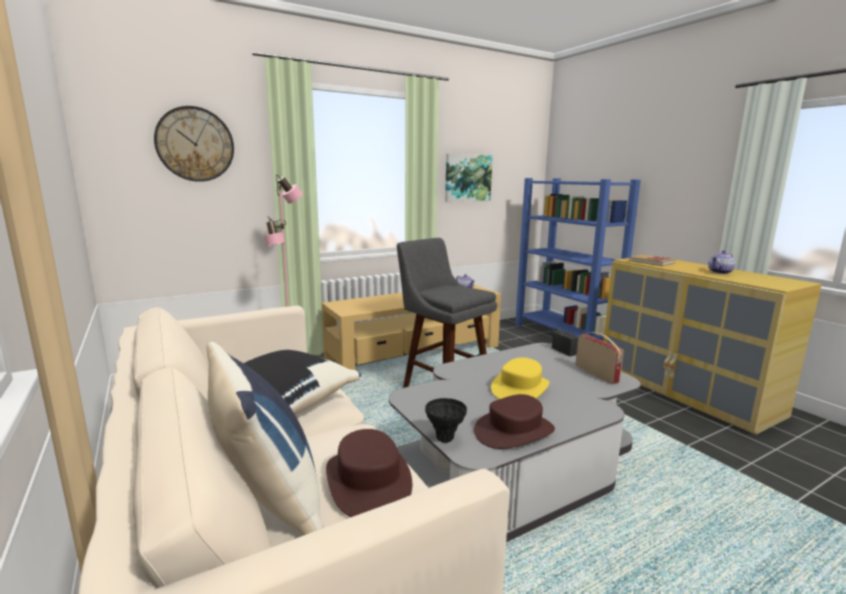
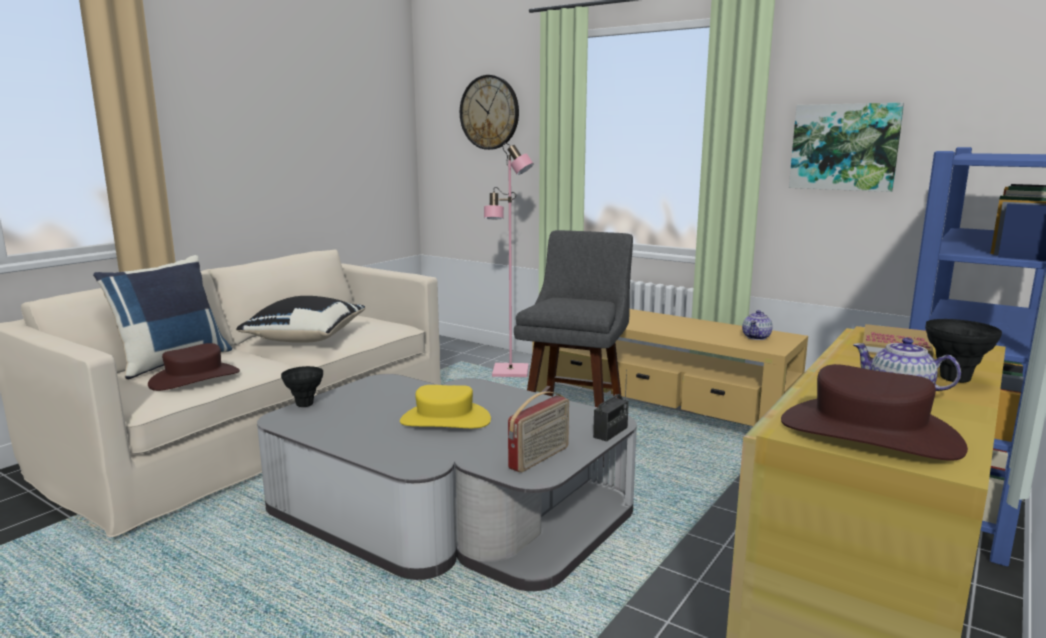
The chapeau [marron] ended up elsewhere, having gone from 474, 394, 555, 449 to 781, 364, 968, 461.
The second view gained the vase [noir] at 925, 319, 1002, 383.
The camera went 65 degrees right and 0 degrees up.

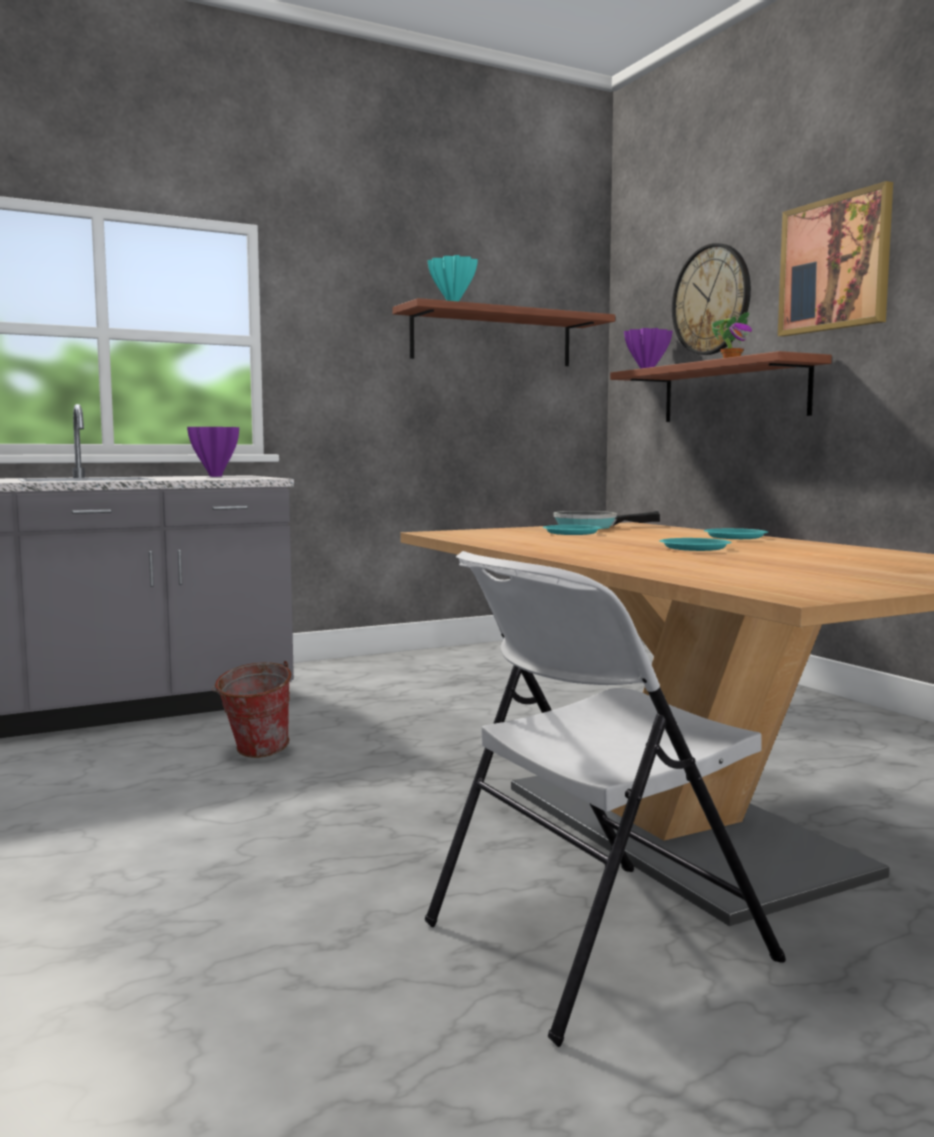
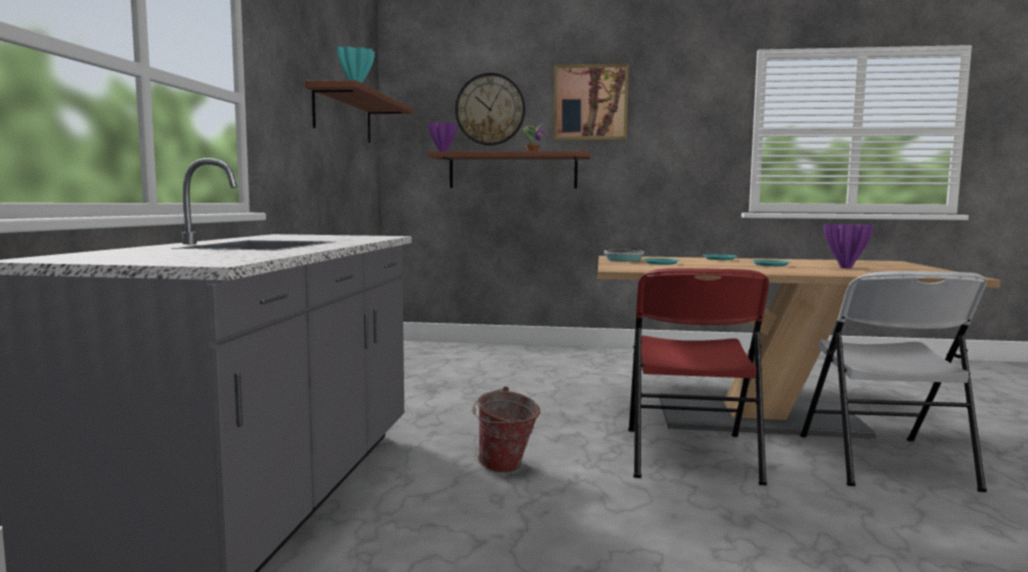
The second view gained the chaise [rouge] at 628, 268, 769, 486.
The vase [violet] ended up elsewhere, having gone from 187, 427, 239, 477 to 824, 224, 874, 269.
The camera went 55 degrees left and 0 degrees up.

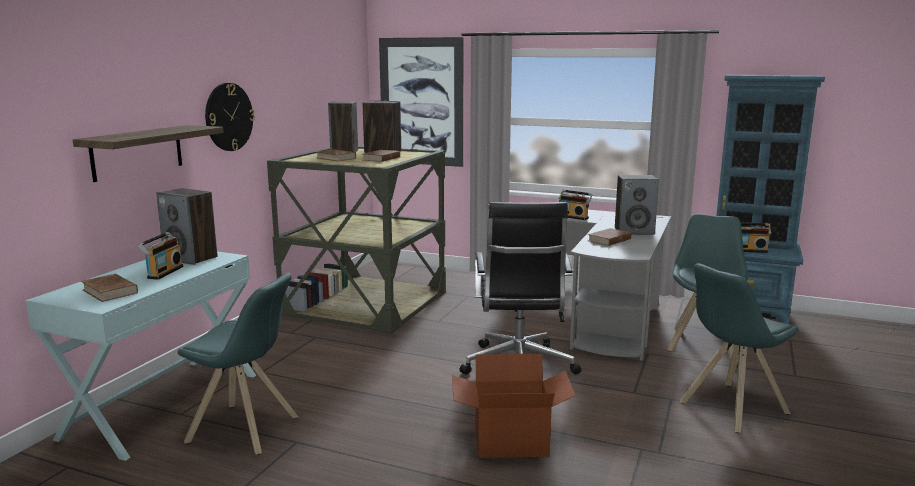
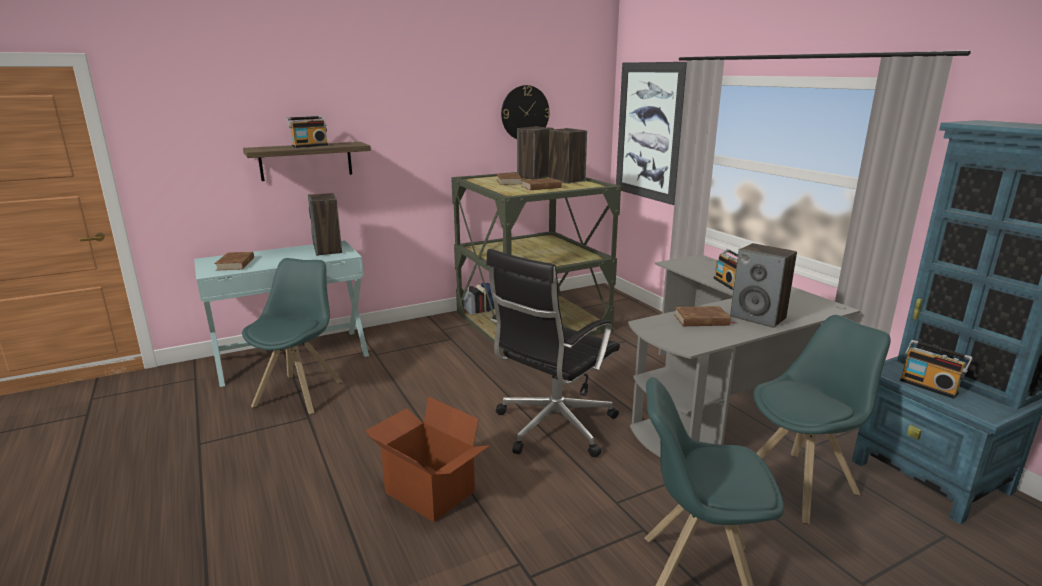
The chaise [turquoise] at 177, 273, 298, 455 ended up facing another way, 135 degrees counterclockwise from before.
The radio ended up elsewhere, having gone from 138, 232, 183, 280 to 286, 116, 328, 148.
The horloge murale ended up elsewhere, having gone from 205, 83, 255, 151 to 501, 85, 550, 139.
The camera went 40 degrees right and 5 degrees up.

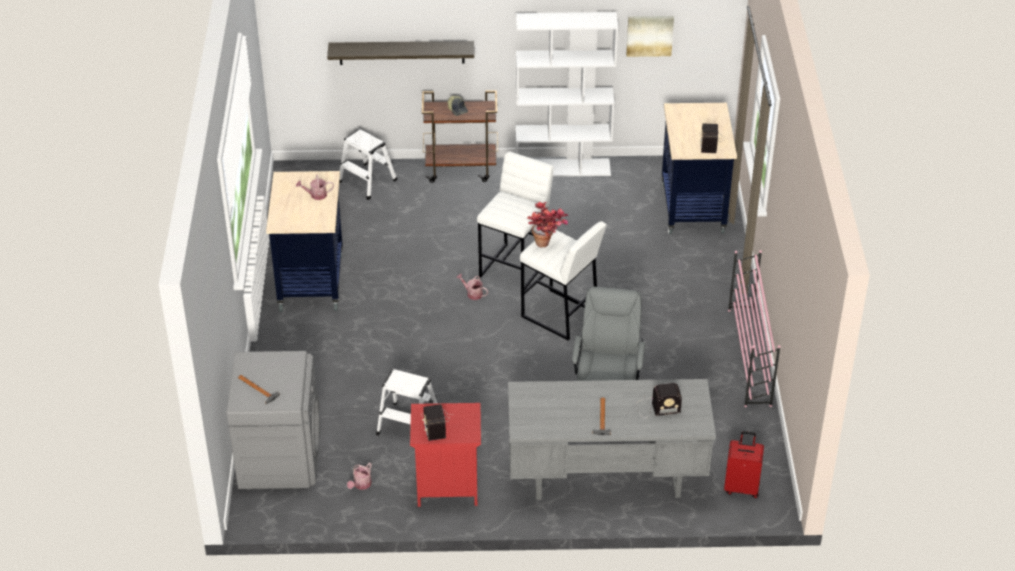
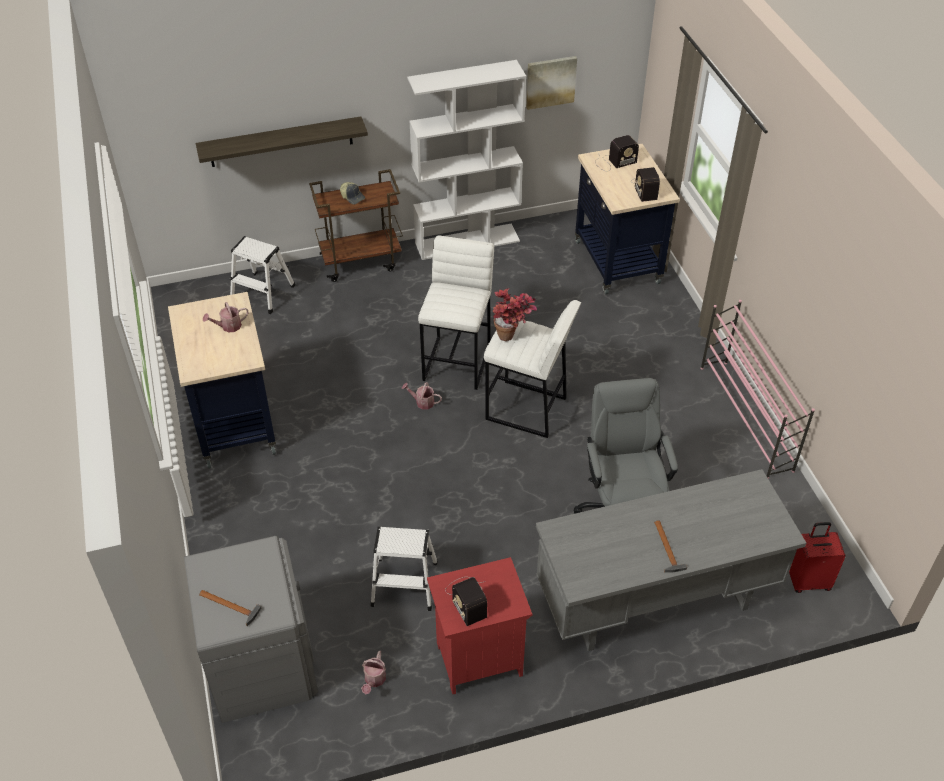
The radio ended up elsewhere, having gone from 636, 383, 682, 418 to 595, 135, 639, 171.
The camera went 15 degrees left and 5 degrees up.

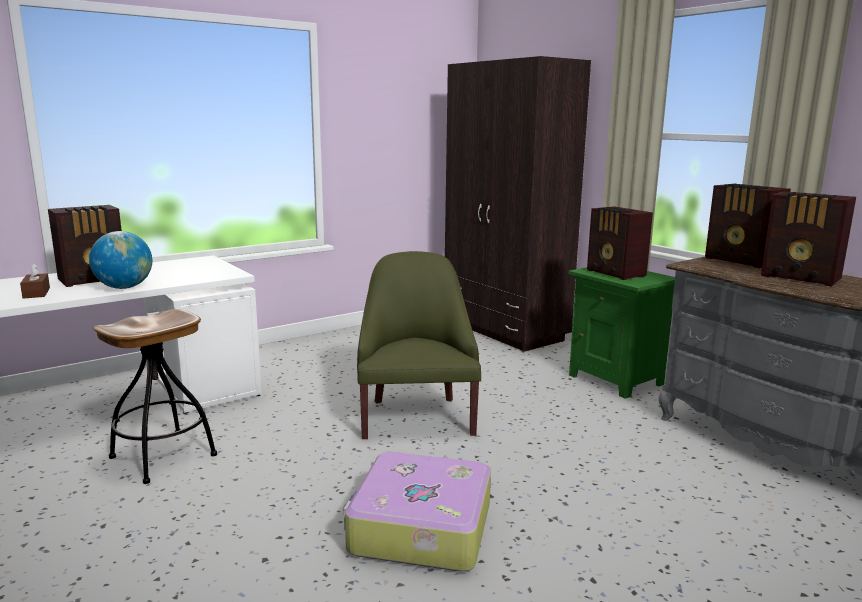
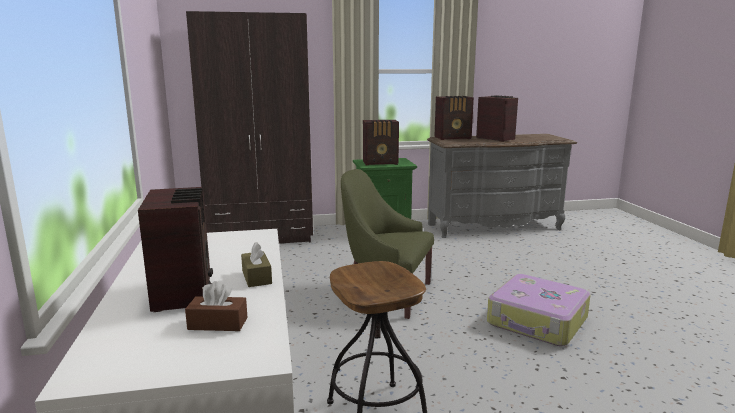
Where the globe stood at 89, 231, 152, 289, the boîte à mouchoirs [marron] came to stand at 241, 242, 272, 287.
The radio at 761, 192, 856, 286 ended up facing another way, 105 degrees counterclockwise from before.
The camera went 65 degrees left and 0 degrees up.

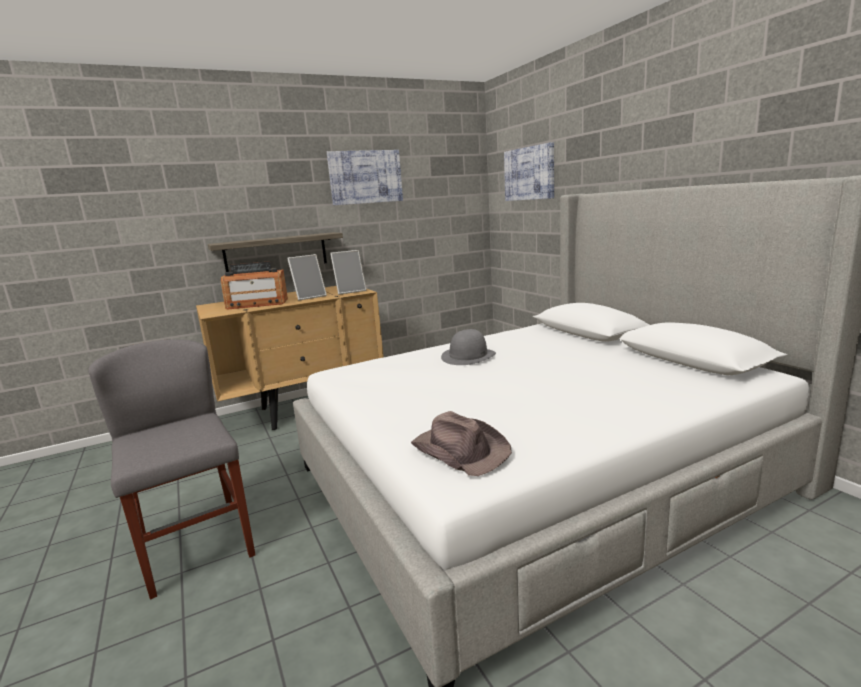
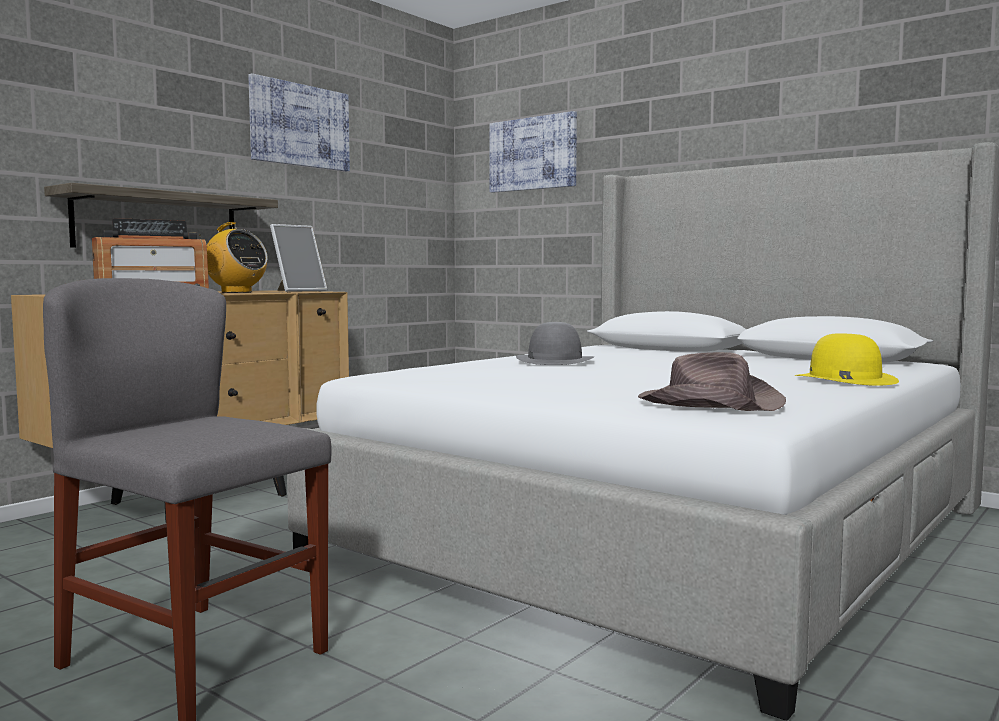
Where the cadre photo stood at 287, 254, 327, 301, the radio came to stand at 199, 222, 267, 293.
The second view gained the chapeau [jaune] at 794, 333, 899, 386.
The camera went 25 degrees left and 10 degrees down.

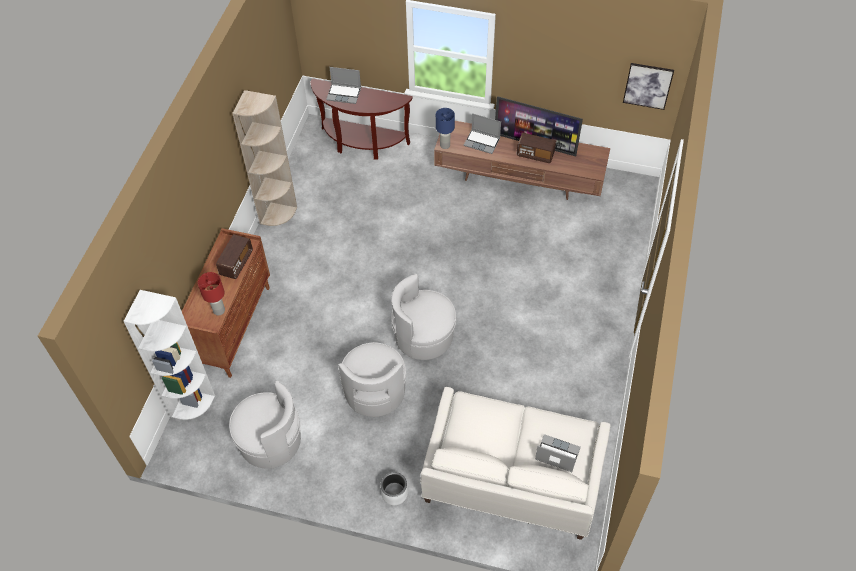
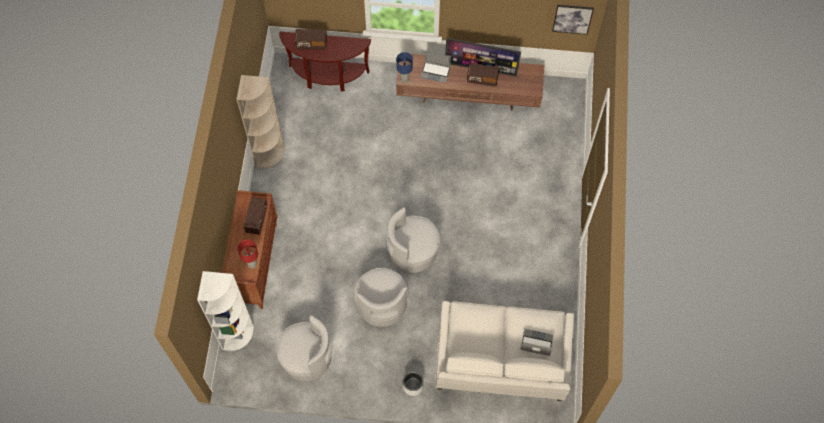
Where the ordinateur portable stood at 326, 67, 361, 104, the radio came to stand at 295, 29, 327, 50.
The camera went 10 degrees left and 10 degrees up.

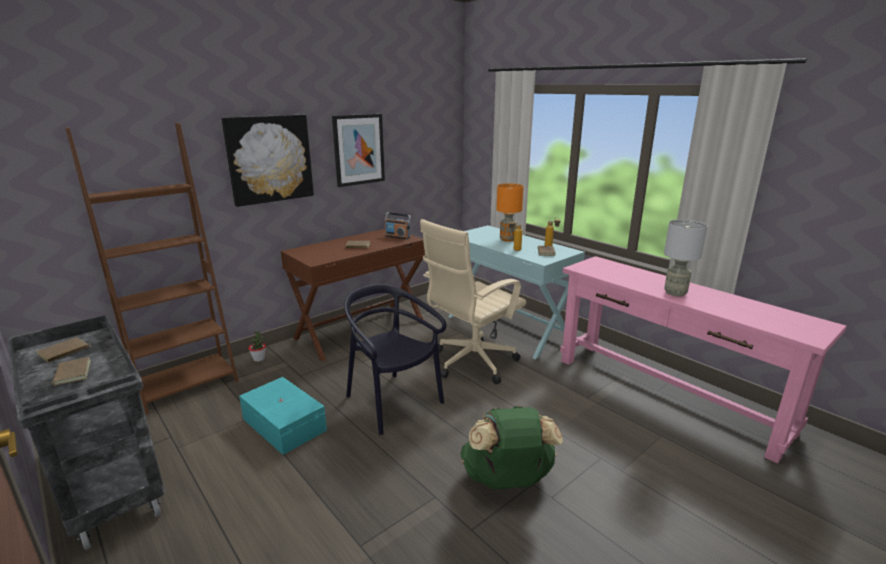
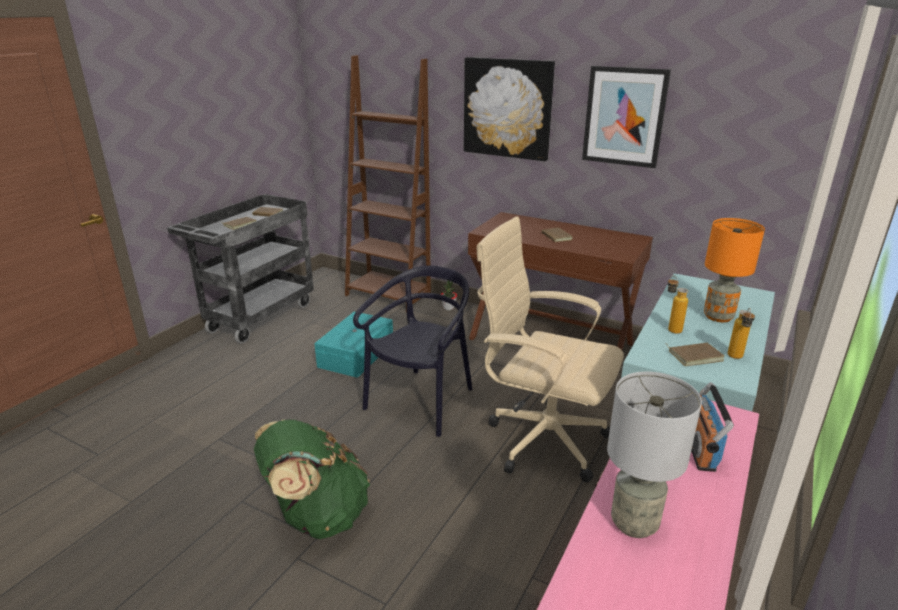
The radio ended up elsewhere, having gone from 385, 212, 411, 239 to 691, 382, 734, 472.
The camera went 70 degrees right and 5 degrees up.

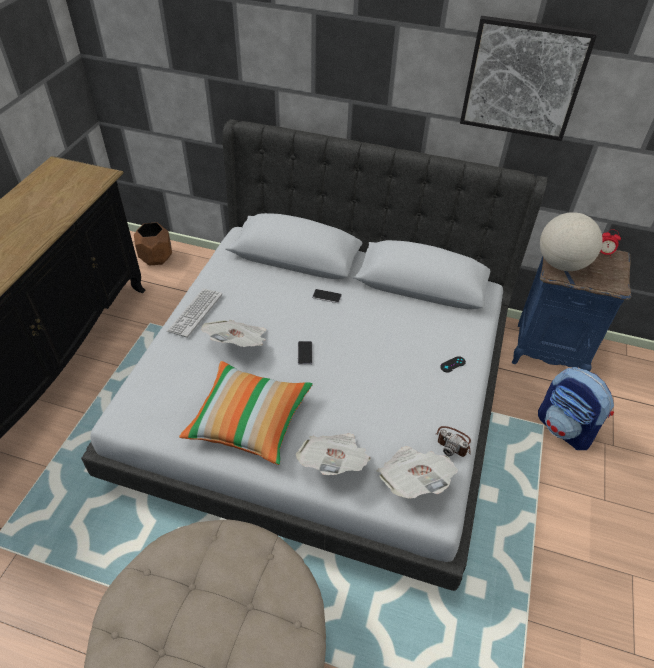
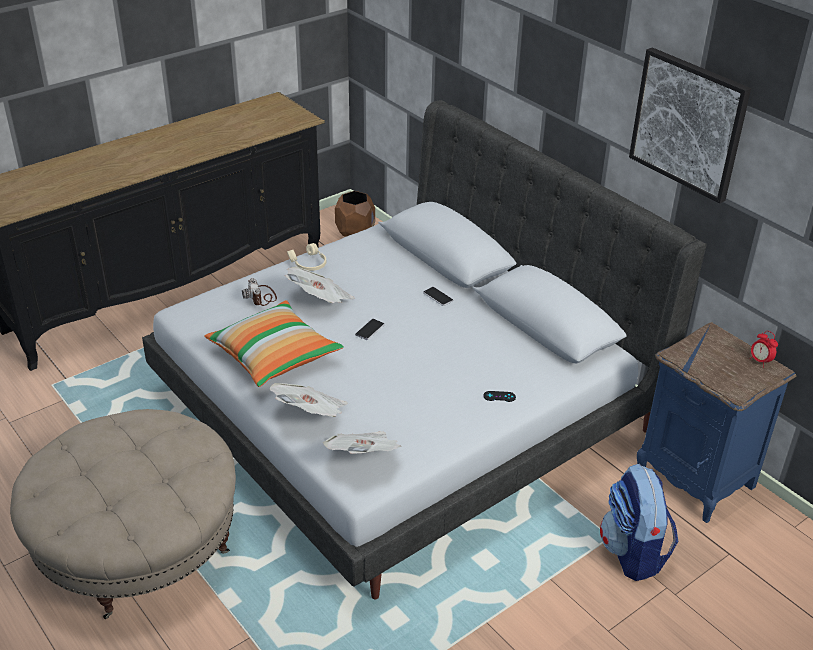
The appareil photo ended up elsewhere, having gone from 436, 426, 471, 457 to 242, 278, 277, 306.
Where the clavier stood at 167, 288, 222, 338, the casque audio [beige] came to stand at 287, 243, 326, 271.
The second view lost the globe at 540, 212, 603, 271.
The camera went 35 degrees right and 10 degrees down.

